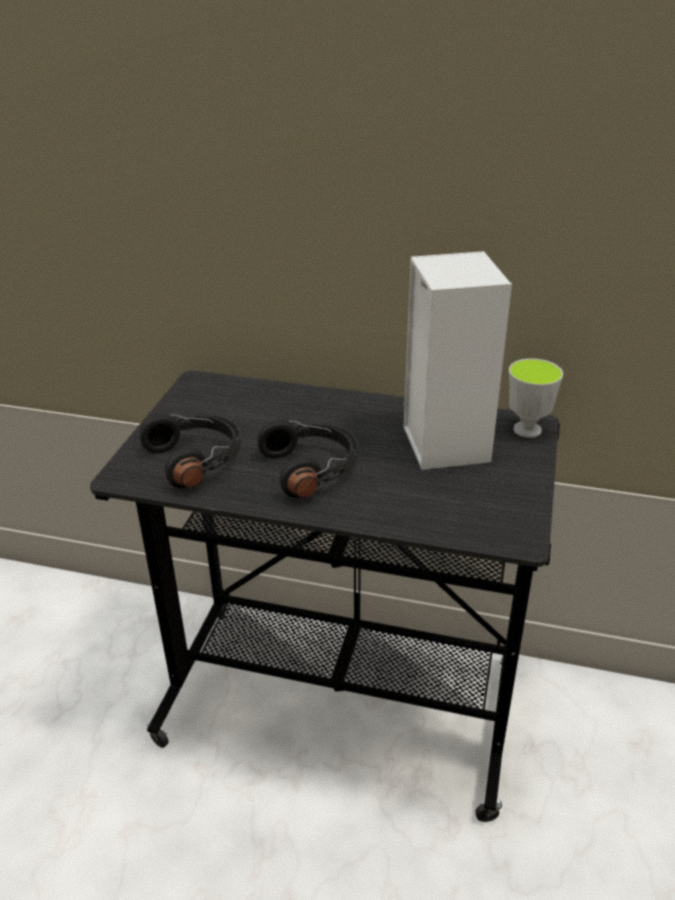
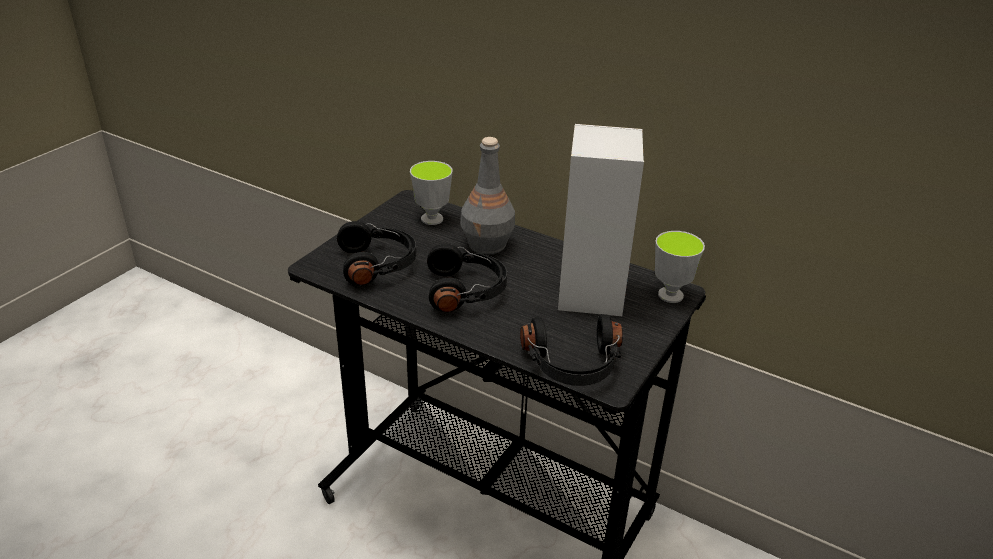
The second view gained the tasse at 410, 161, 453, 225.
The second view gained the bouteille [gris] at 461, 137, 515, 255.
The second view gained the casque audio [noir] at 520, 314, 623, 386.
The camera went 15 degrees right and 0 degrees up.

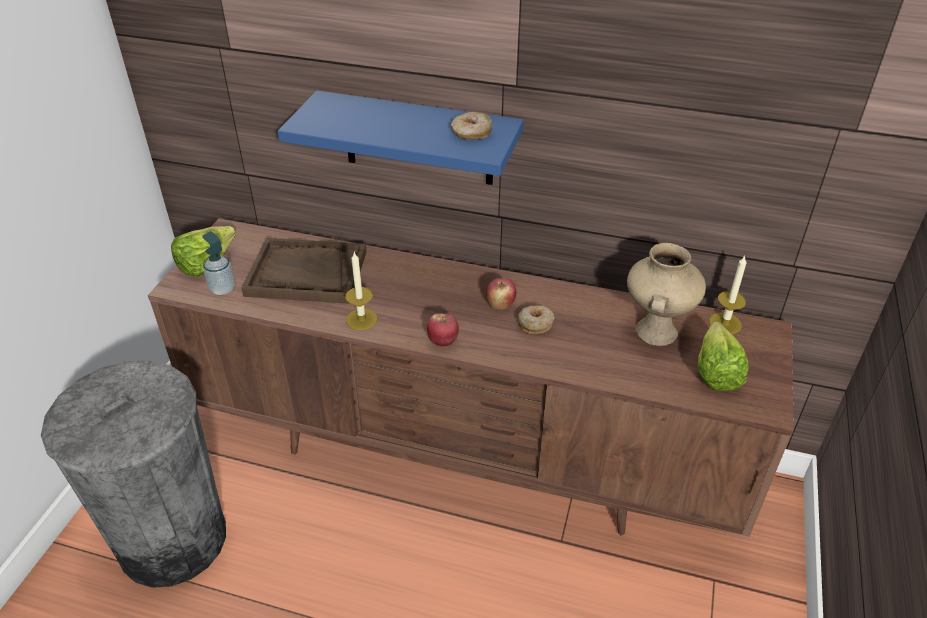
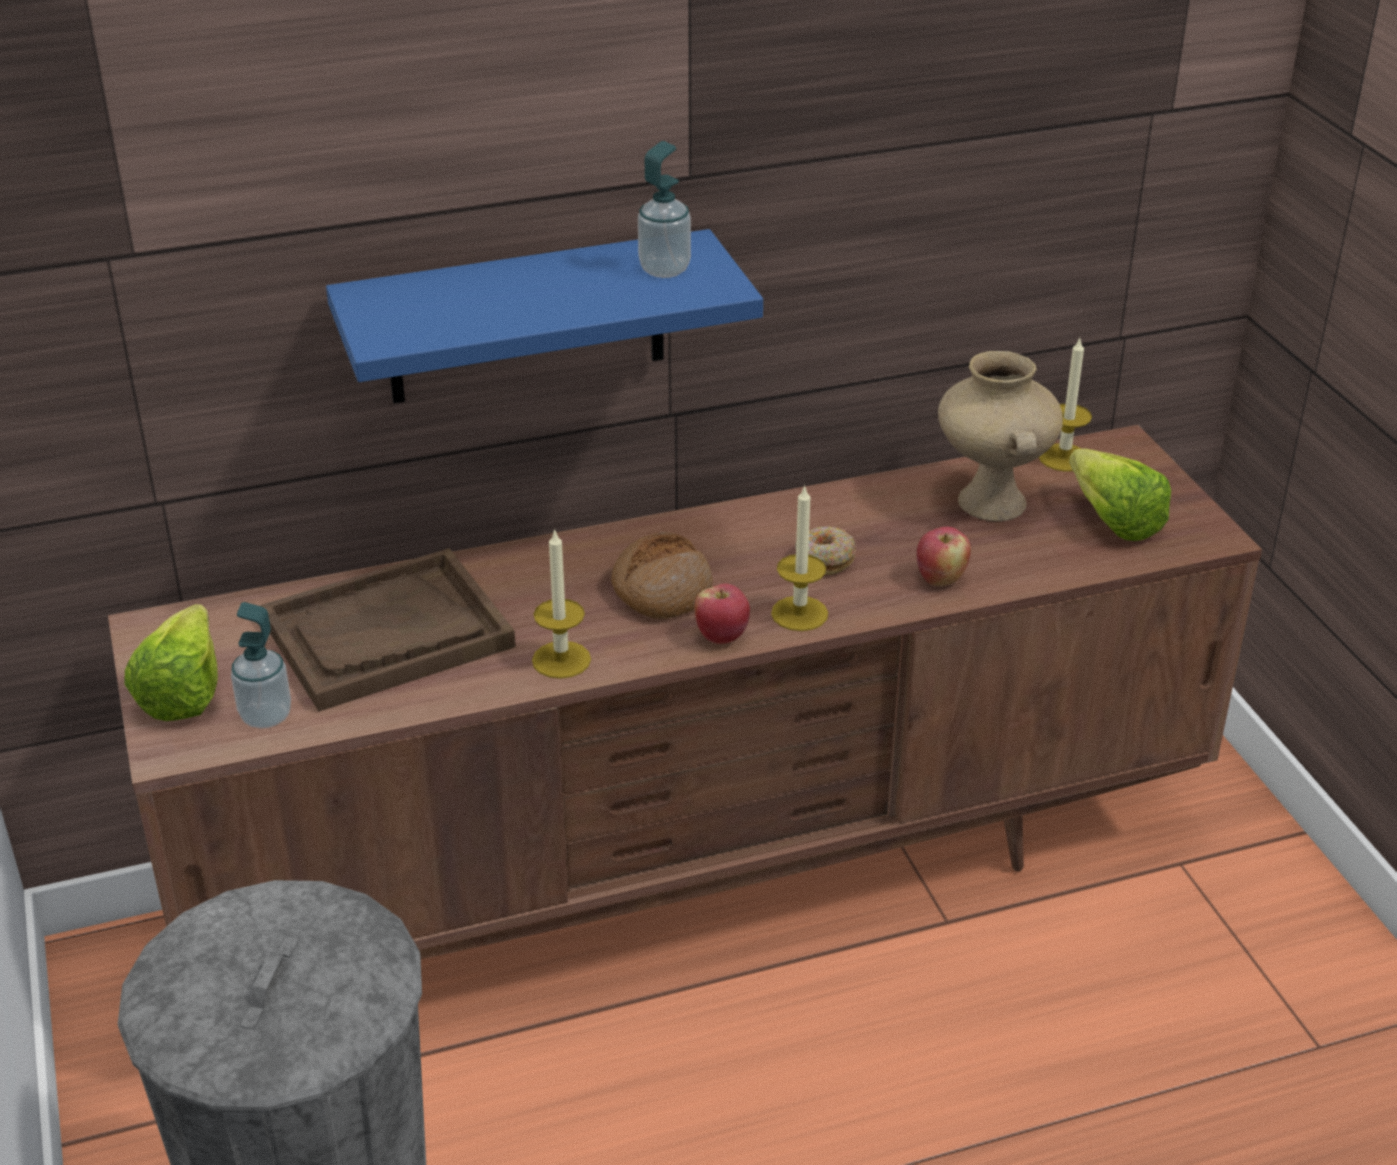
The second view gained the pain at 611, 532, 713, 619.
Where the beignet stood at 451, 112, 493, 140, the distributeur de savon came to stand at 638, 141, 691, 278.
The second view gained the bougie at 771, 484, 828, 631.
The pomme ended up elsewhere, having gone from 486, 278, 516, 310 to 917, 527, 971, 586.
The camera went 35 degrees left and 5 degrees down.

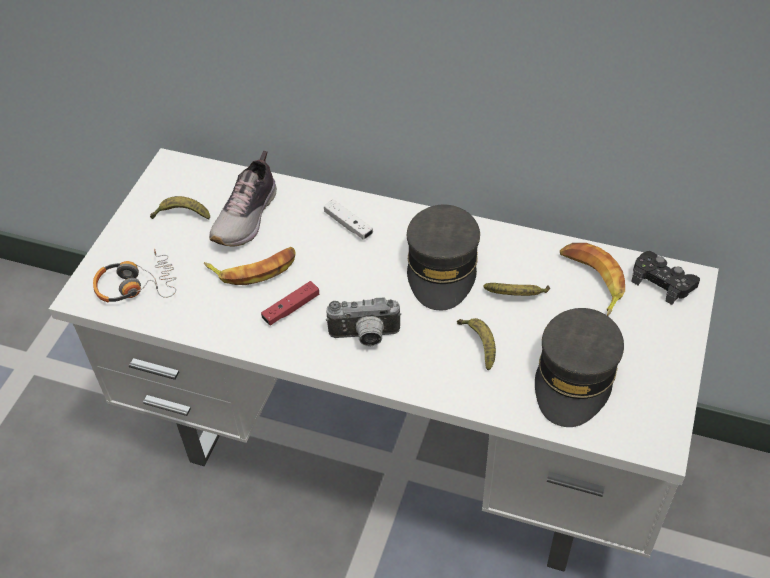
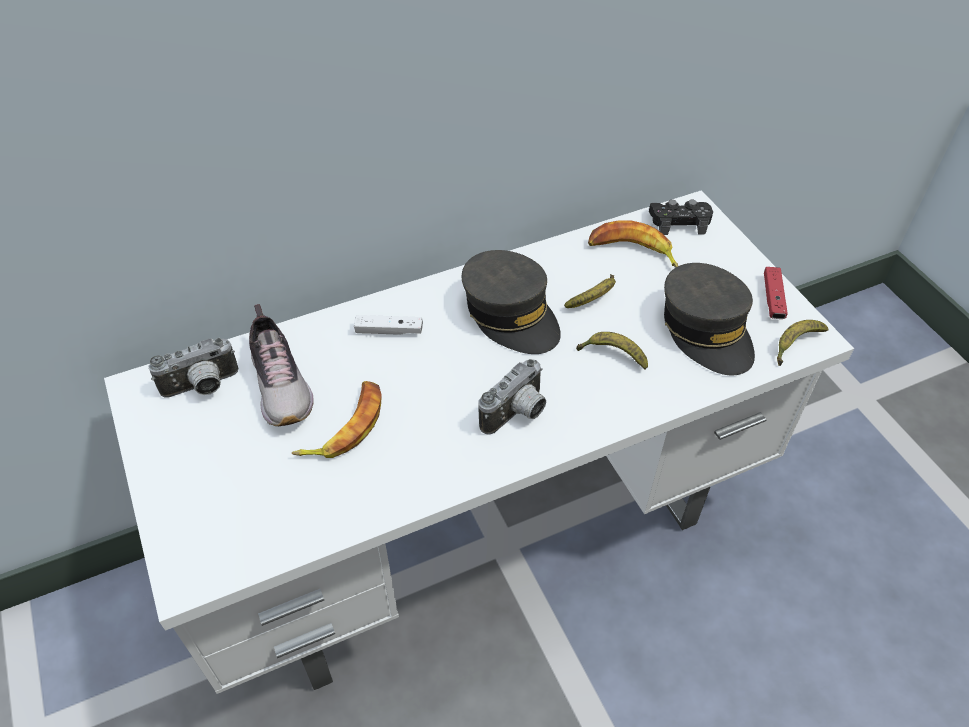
The second view gained the appareil photo at 149, 338, 238, 397.
The manette [rouge] ended up elsewhere, having gone from 261, 281, 319, 325 to 764, 267, 788, 319.
The banane ended up elsewhere, having gone from 150, 196, 210, 219 to 777, 320, 829, 366.
The second view lost the casque audio at 93, 249, 177, 302.
The camera went 45 degrees left and 0 degrees up.

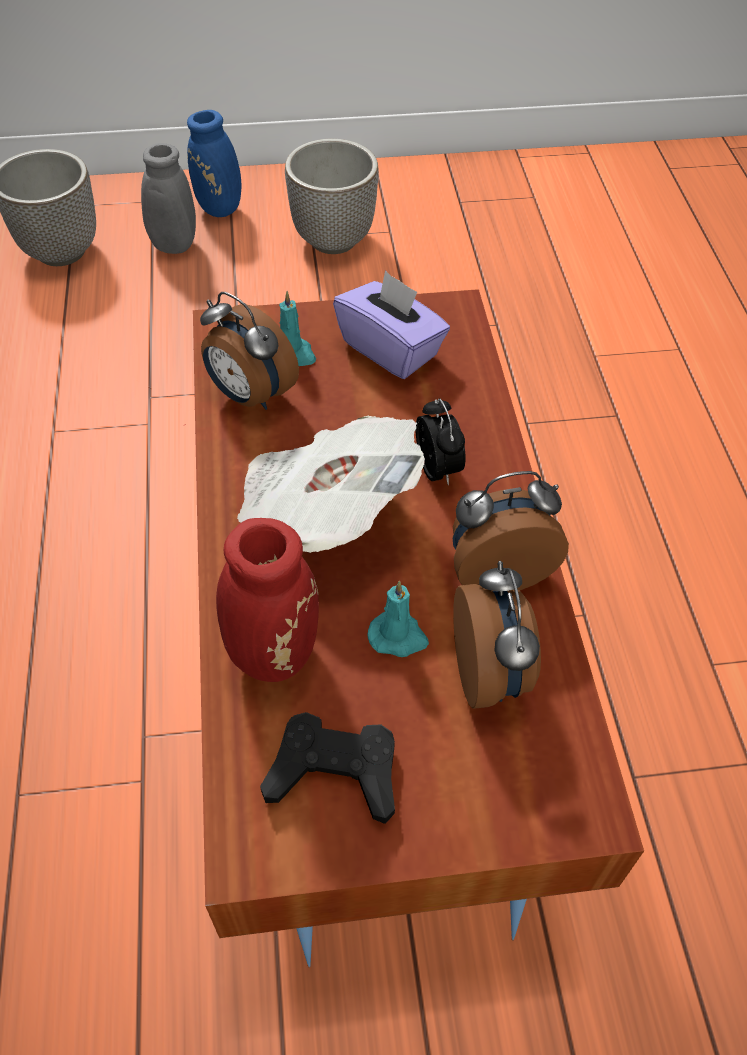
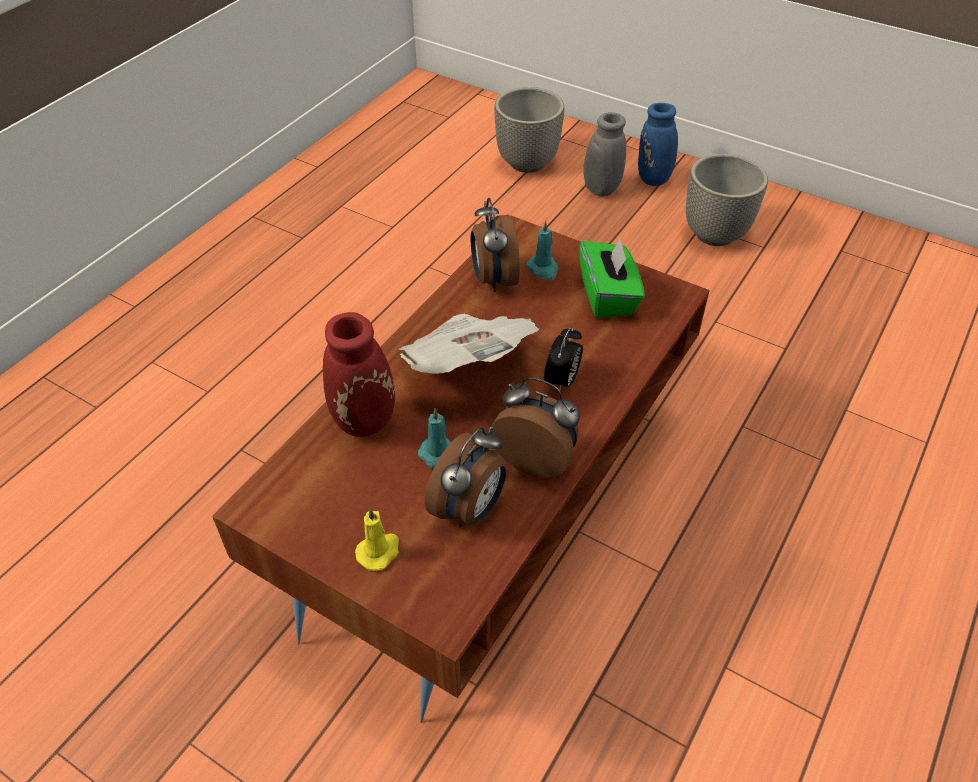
The second view gained the bougie [jaune] at 355, 507, 399, 571.
What was the boîte à mouchoirs [violet] at 333, 270, 450, 379 turned into the boîte à mouchoirs [vert] at 579, 238, 645, 319.
The second view lost the manette [noir] at 260, 712, 395, 824.
The camera went 40 degrees right and 5 degrees down.

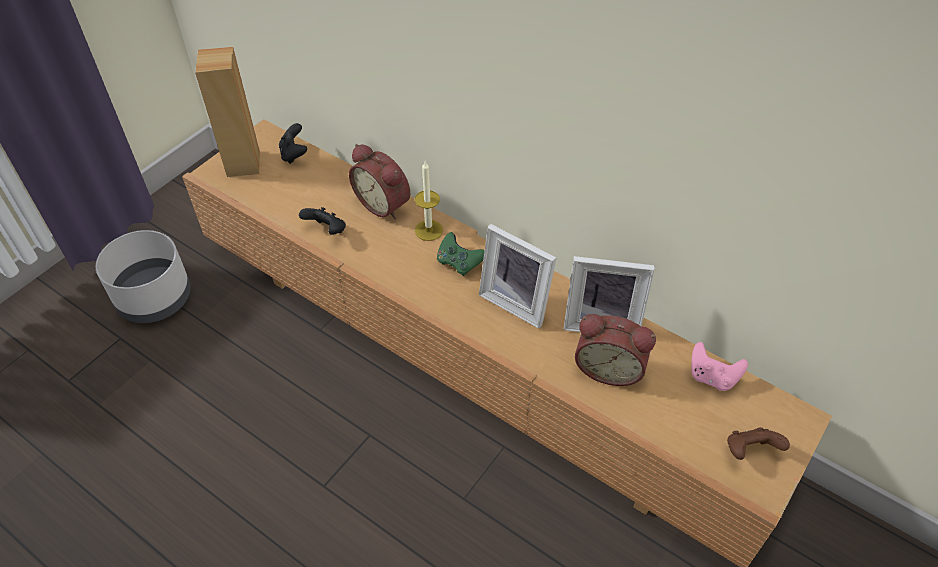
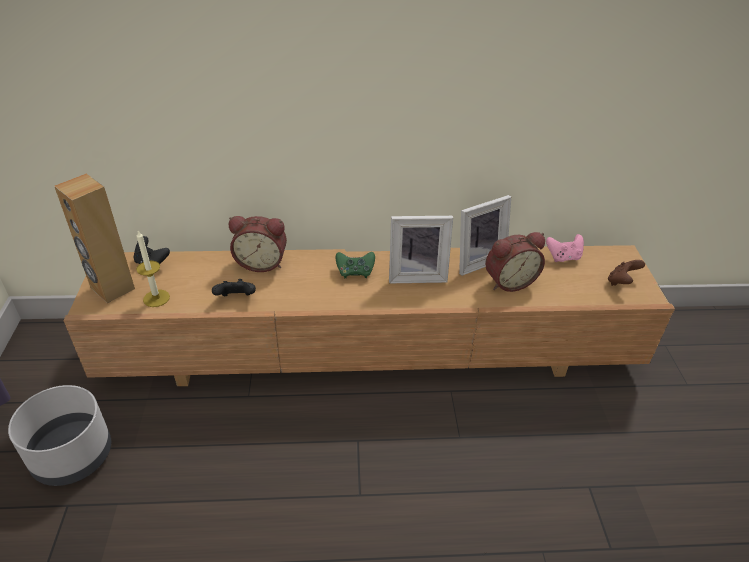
The bougie ended up elsewhere, having gone from 415, 162, 443, 241 to 136, 231, 170, 307.
The camera went 40 degrees left and 10 degrees down.

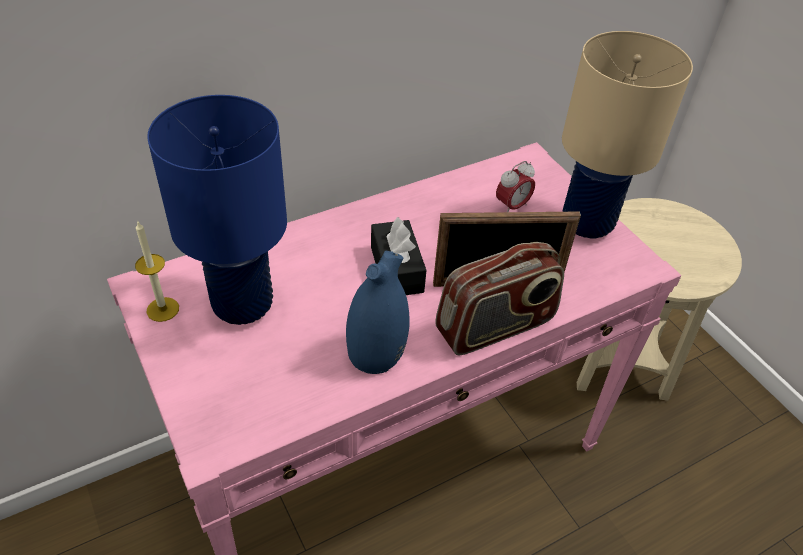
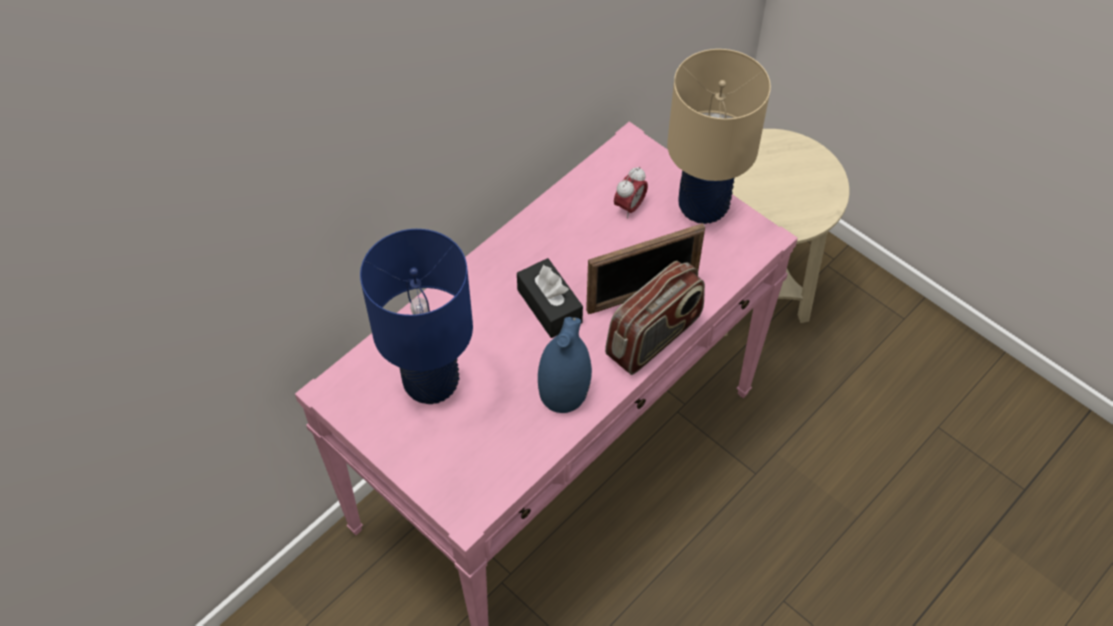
The second view lost the bougie at 135, 222, 179, 322.
The camera went 15 degrees left and 10 degrees up.

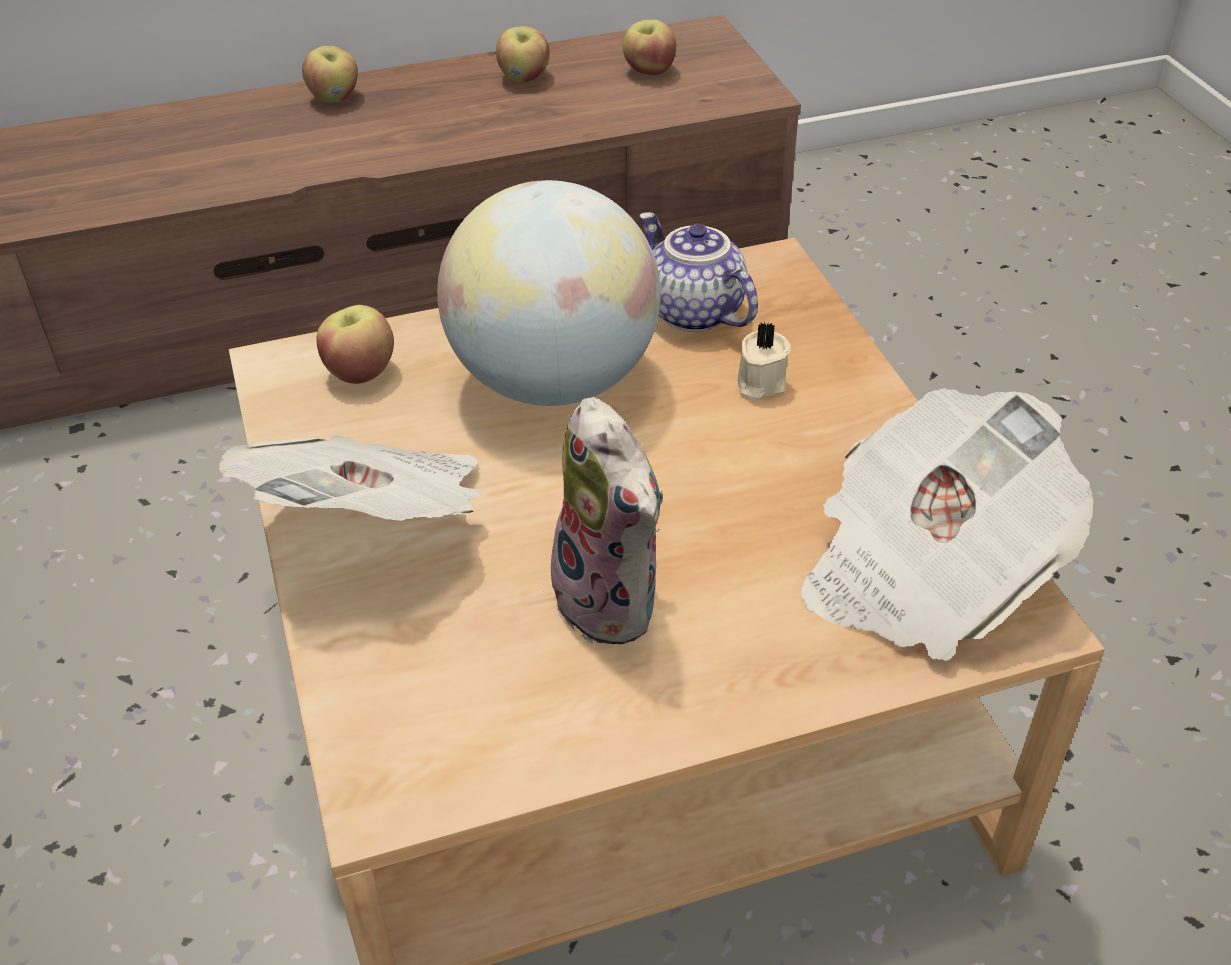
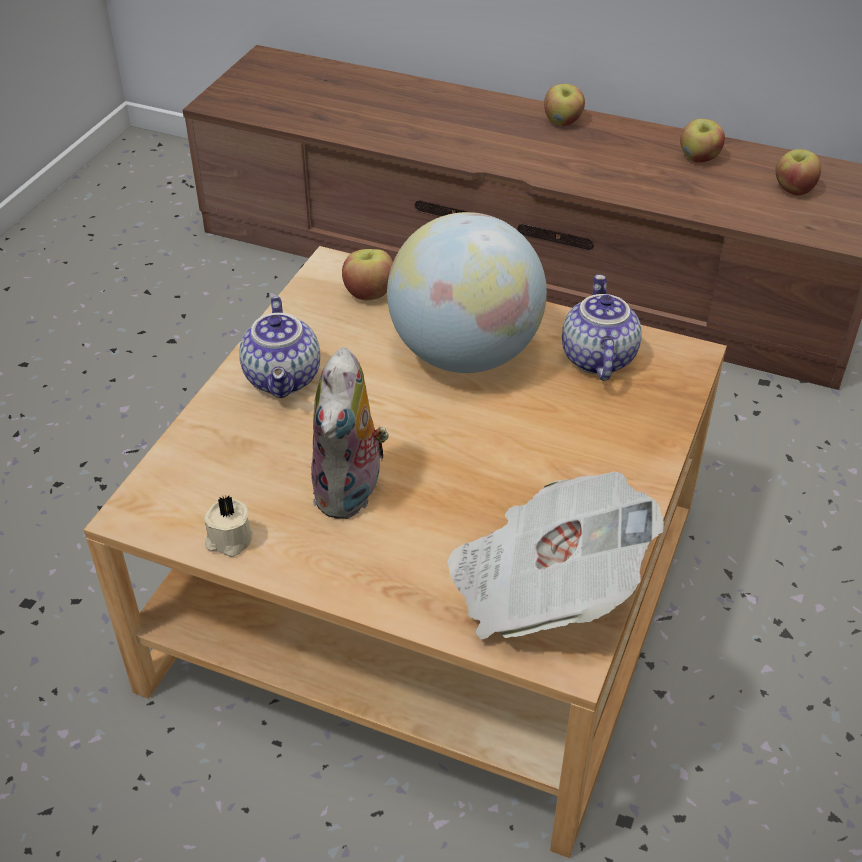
The bougie [beige] ended up elsewhere, having gone from 738, 321, 791, 401 to 204, 495, 253, 557.
Where the journal stood at 219, 435, 482, 521, the théière came to stand at 239, 296, 320, 398.
The camera went 40 degrees right and 0 degrees up.

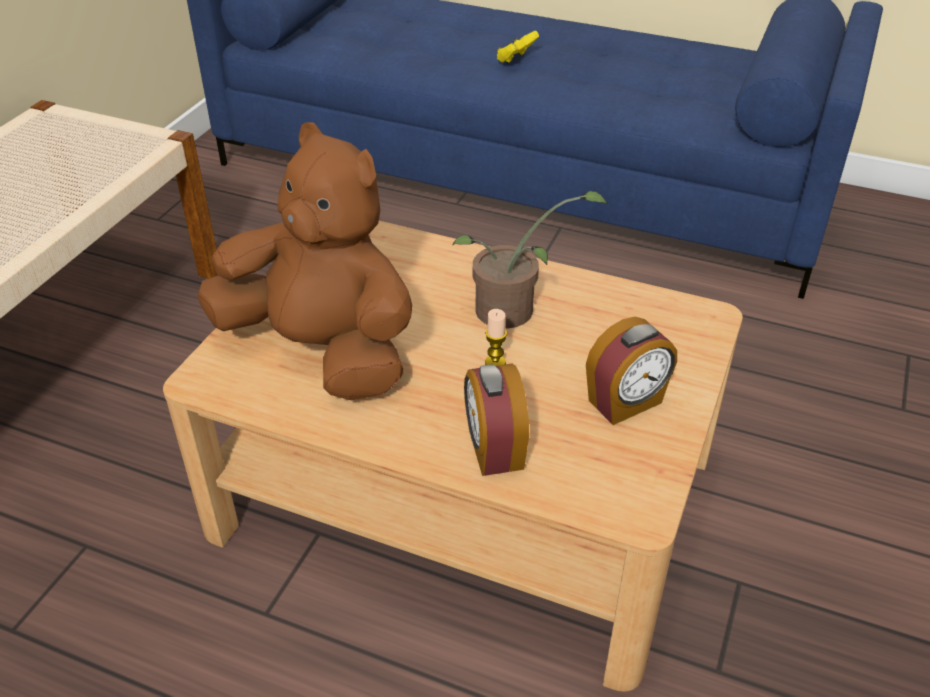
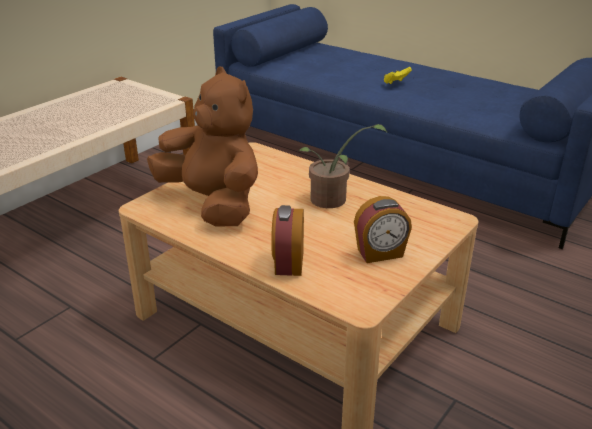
The second view lost the bougie at 485, 309, 507, 366.
The camera went 15 degrees right and 10 degrees down.

